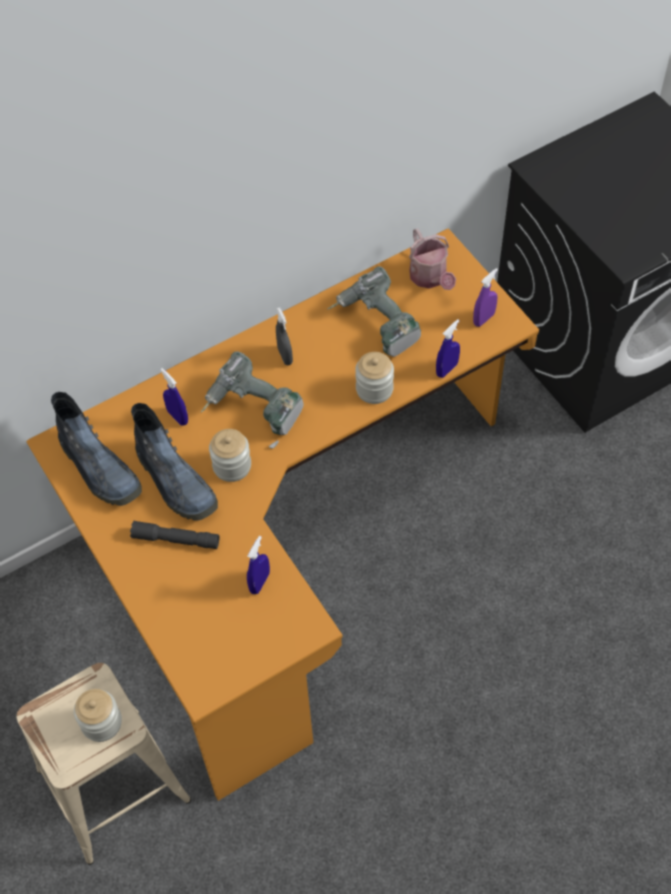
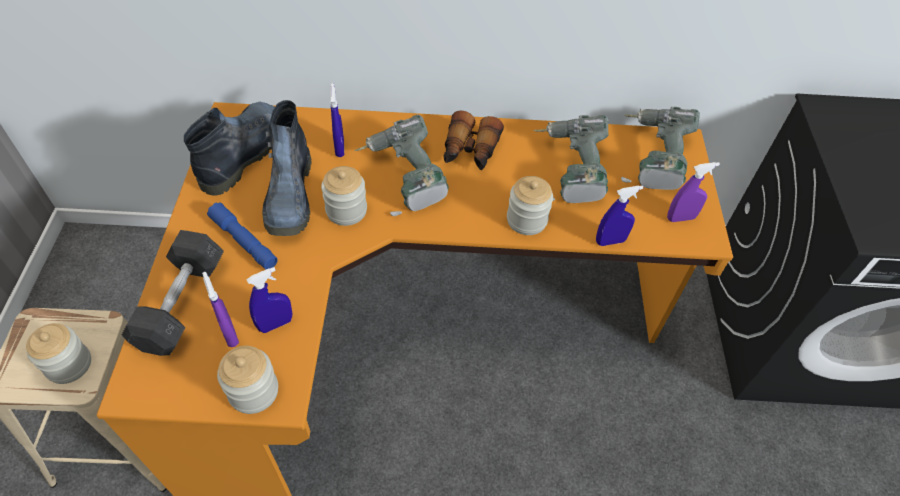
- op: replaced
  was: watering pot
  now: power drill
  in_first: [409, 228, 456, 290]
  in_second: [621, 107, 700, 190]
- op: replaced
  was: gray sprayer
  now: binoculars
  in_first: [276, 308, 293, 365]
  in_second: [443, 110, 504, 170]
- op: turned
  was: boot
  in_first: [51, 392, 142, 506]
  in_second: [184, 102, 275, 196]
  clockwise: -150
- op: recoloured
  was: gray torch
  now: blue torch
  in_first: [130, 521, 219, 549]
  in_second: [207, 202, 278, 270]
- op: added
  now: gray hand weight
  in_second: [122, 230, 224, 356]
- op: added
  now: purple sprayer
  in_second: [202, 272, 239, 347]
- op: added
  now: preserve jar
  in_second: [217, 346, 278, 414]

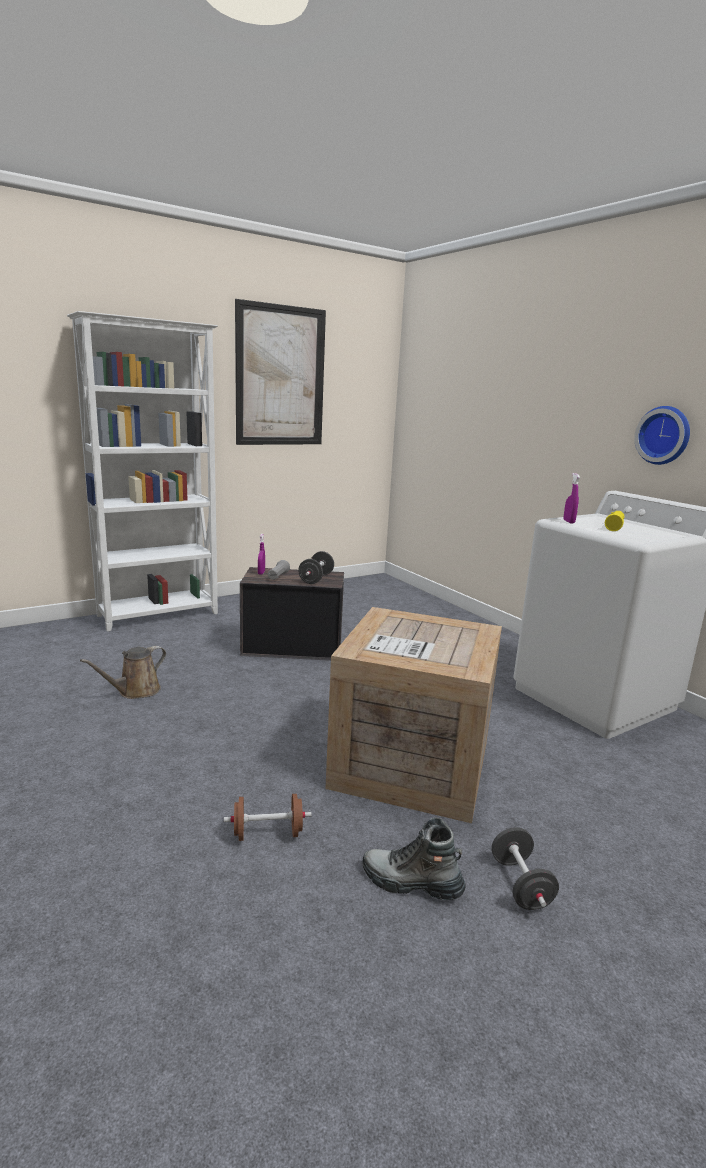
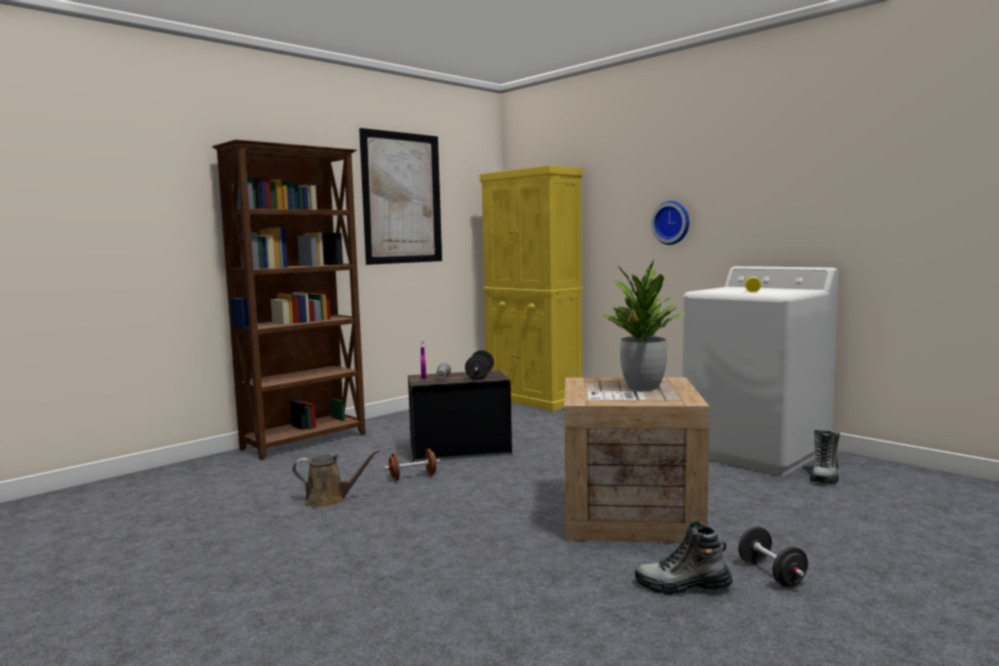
- op: recoloured
  was: white-coloured bookcase
  now: brown bookcase
  in_first: [67, 311, 218, 631]
  in_second: [212, 139, 366, 460]
- op: moved
  was: hanging clock
  in_first: [634, 406, 690, 465]
  in_second: [651, 201, 689, 245]
- op: removed
  was: purple sprayer
  in_first: [564, 473, 580, 523]
- op: turned
  was: brown watering pot
  in_first: [80, 646, 166, 699]
  in_second: [292, 449, 380, 507]
  clockwise: -120
- op: moved
  was: brown hand weight
  in_first: [224, 794, 312, 841]
  in_second: [384, 449, 440, 481]
- op: added
  now: yellowish cupboard
  in_second: [480, 165, 583, 411]
- op: added
  now: potted plant
  in_second: [601, 259, 686, 391]
- op: added
  now: boot
  in_second: [809, 430, 840, 484]

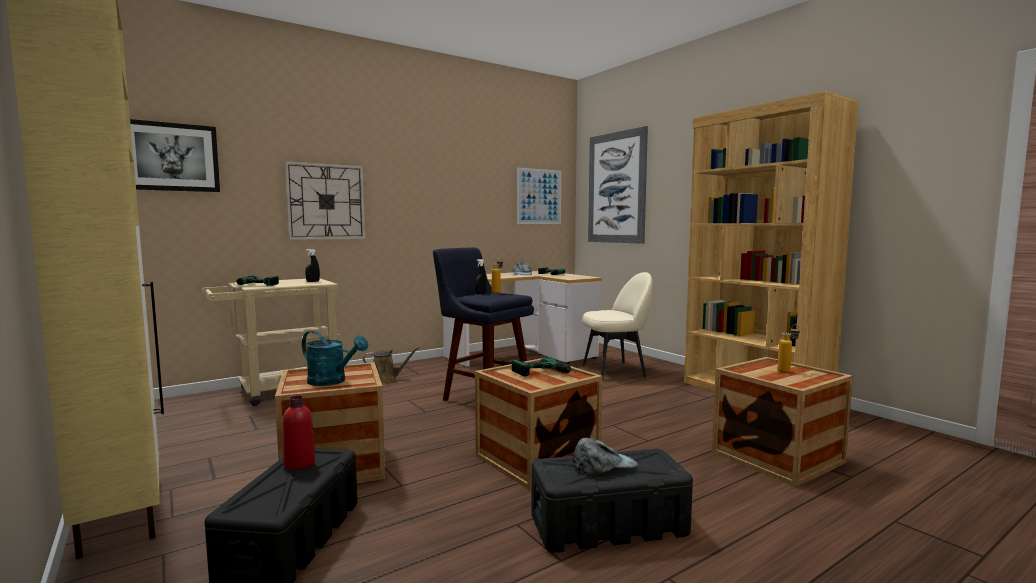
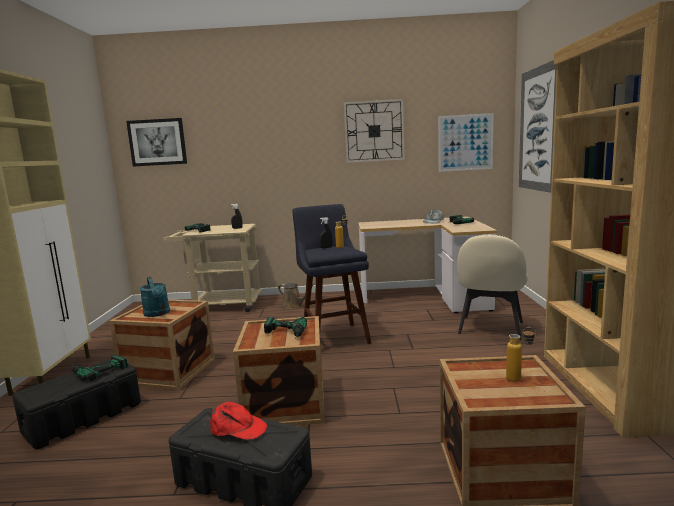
- op: moved
  was: hanging clock
  in_first: [285, 161, 365, 240]
  in_second: [344, 99, 405, 163]
- op: turned
  was: beige plain chair
  in_first: [582, 272, 653, 380]
  in_second: [457, 235, 528, 340]
  clockwise: 90
- op: replaced
  was: red-coloured bottle
  now: power drill
  in_first: [283, 396, 315, 470]
  in_second: [69, 355, 128, 381]
- op: recoloured
  was: gray baseball cap
  now: red-coloured baseball cap
  in_first: [572, 438, 638, 473]
  in_second: [210, 402, 267, 440]

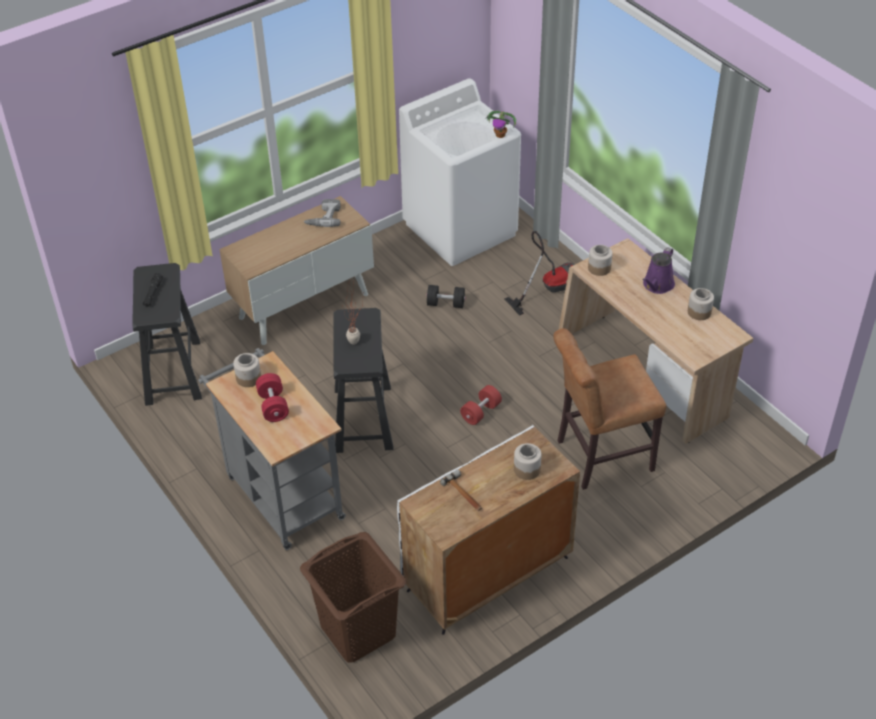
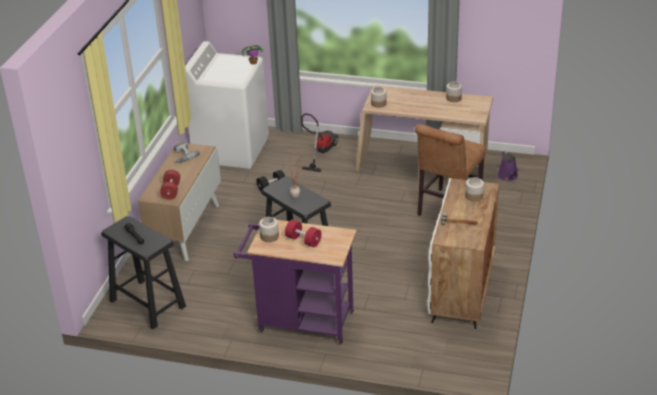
- op: moved
  was: purple watering pot
  in_first: [642, 247, 675, 294]
  in_second: [498, 151, 519, 181]
- op: recoloured
  was: gray cart
  now: purple cart
  in_first: [198, 348, 346, 550]
  in_second: [234, 220, 357, 344]
- op: moved
  was: red-coloured hand weight
  in_first: [460, 385, 502, 425]
  in_second: [160, 170, 180, 200]
- op: removed
  was: brown laundry basket
  in_first: [300, 532, 406, 662]

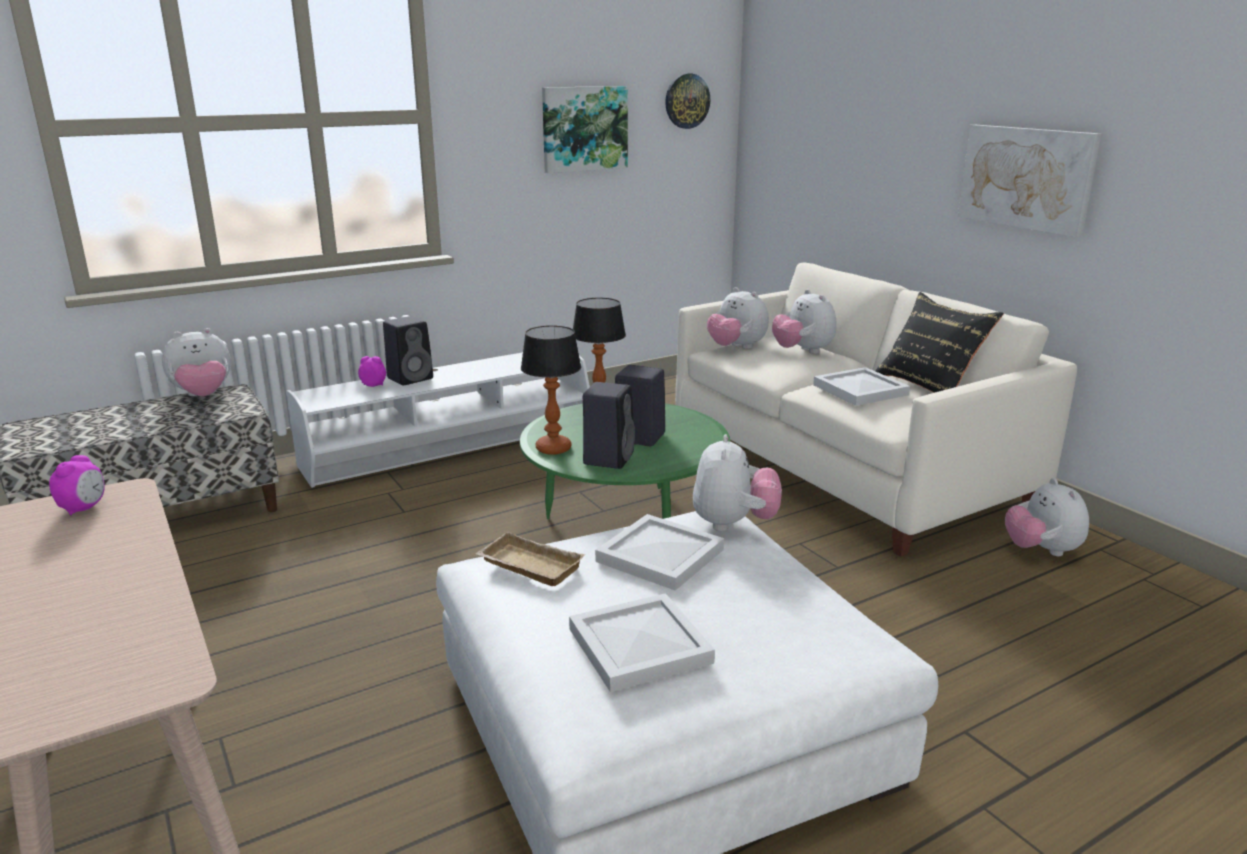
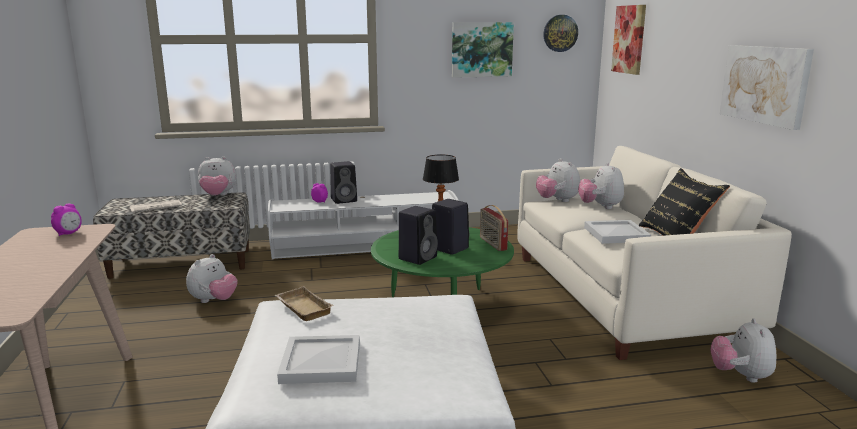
- op: removed
  was: lamp for a table
  in_first: [521, 326, 581, 455]
- op: moved
  was: cuddly toy
  in_first: [693, 434, 782, 531]
  in_second: [186, 254, 238, 303]
- op: removed
  was: white-coloured carrying tray
  in_first: [595, 514, 724, 591]
- op: added
  now: wall picture
  in_second: [611, 5, 646, 75]
- op: added
  now: printed paper
  in_second: [130, 199, 182, 213]
- op: added
  now: radio receiver
  in_second: [480, 205, 508, 251]

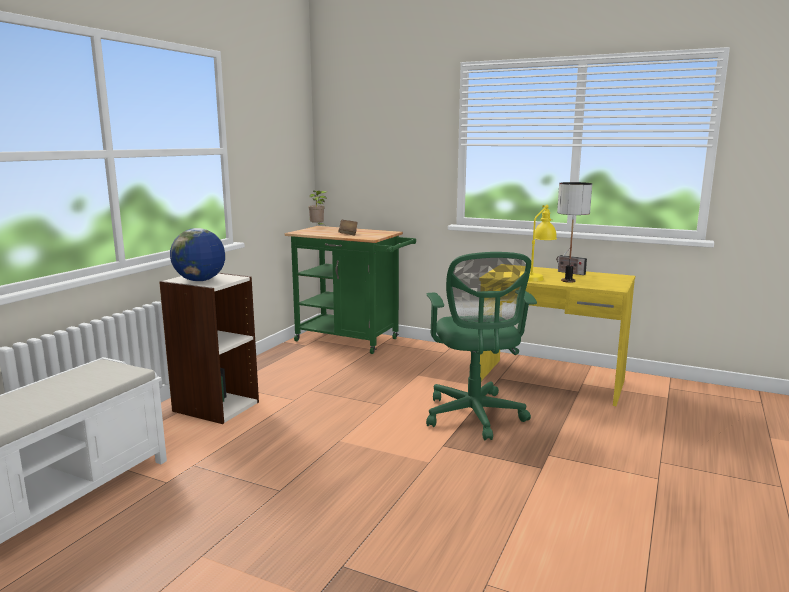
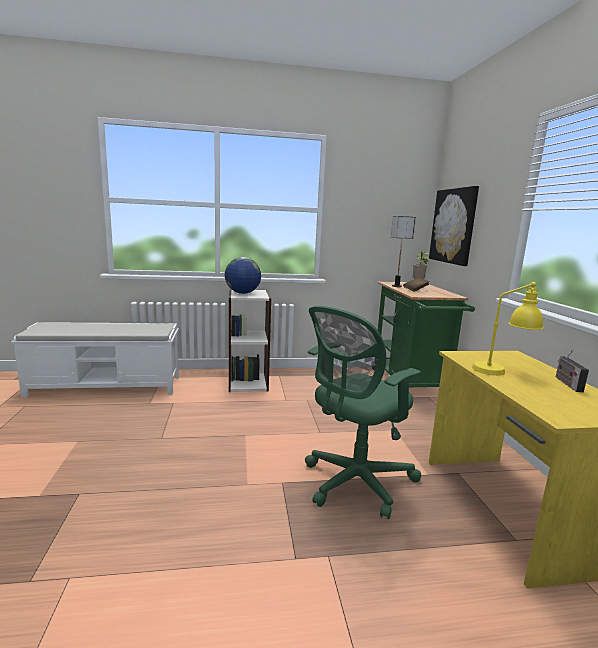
- op: moved
  was: lamp for a table
  in_first: [557, 182, 592, 283]
  in_second: [391, 216, 416, 287]
- op: added
  now: wall picture
  in_second: [429, 186, 479, 266]

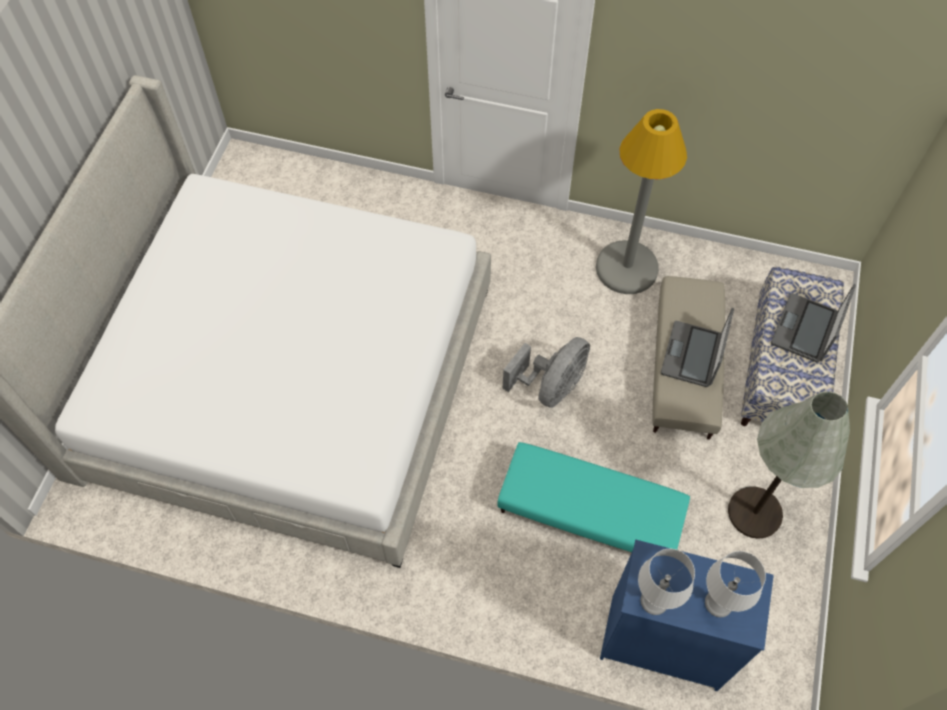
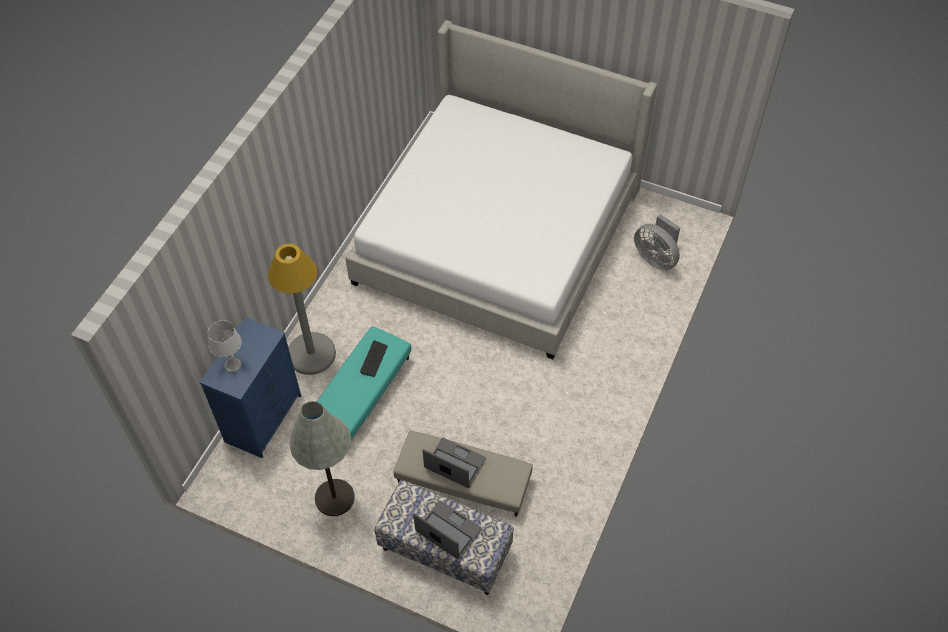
- op: moved
  was: gray standing lamp
  in_first: [596, 109, 687, 294]
  in_second: [268, 243, 336, 375]
- op: moved
  was: gray fan
  in_first: [503, 337, 590, 408]
  in_second: [634, 214, 680, 271]
- op: removed
  was: gray lamp for a table
  in_first: [638, 549, 695, 615]
- op: added
  now: computer keyboard
  in_second: [360, 340, 388, 377]

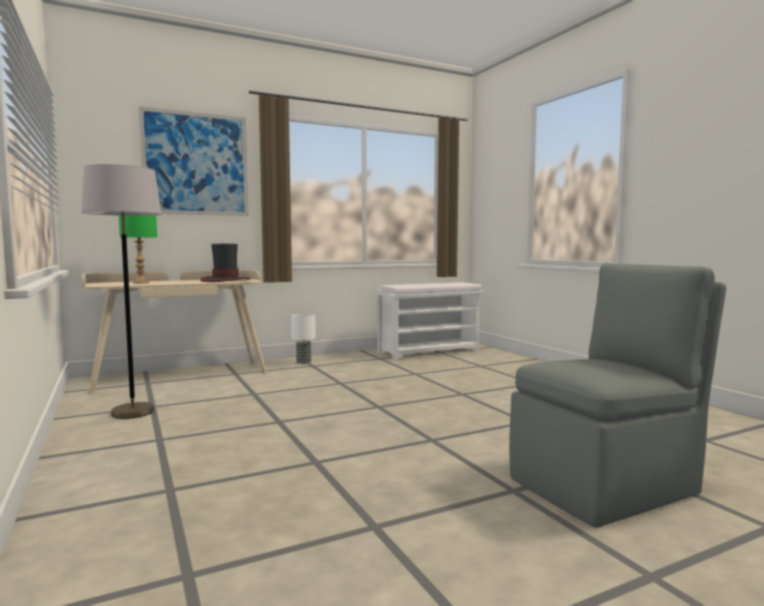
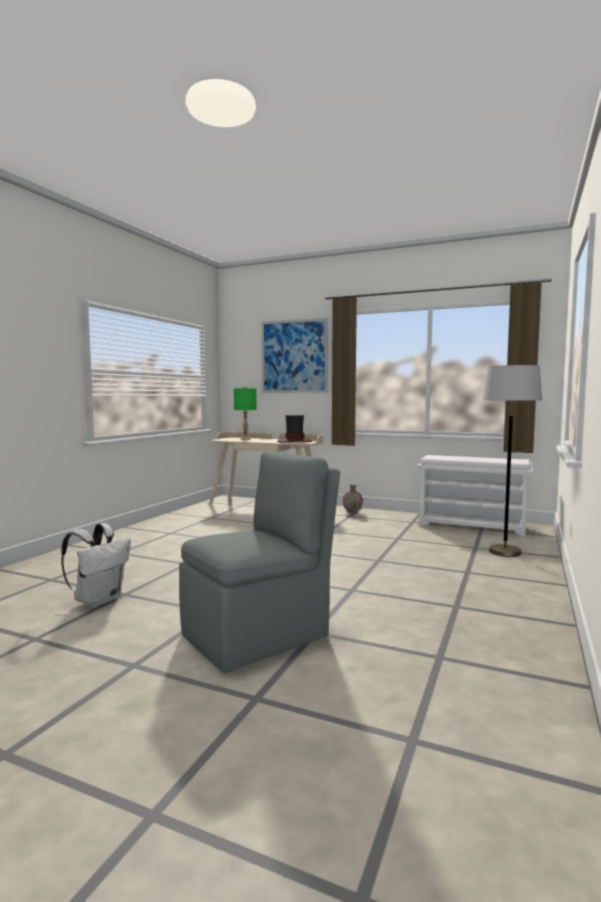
- op: moved
  was: gray standing lamp
  in_first: [81, 164, 162, 419]
  in_second: [483, 365, 542, 557]
- op: turned
  was: gray plain chair
  in_first: [509, 263, 726, 528]
  in_second: [179, 450, 340, 673]
  clockwise: -60
- op: replaced
  was: lamp for a table
  now: brown vase
  in_first: [291, 314, 316, 364]
  in_second: [343, 484, 363, 514]
- op: added
  now: white-coloured knapsack
  in_second: [61, 523, 131, 607]

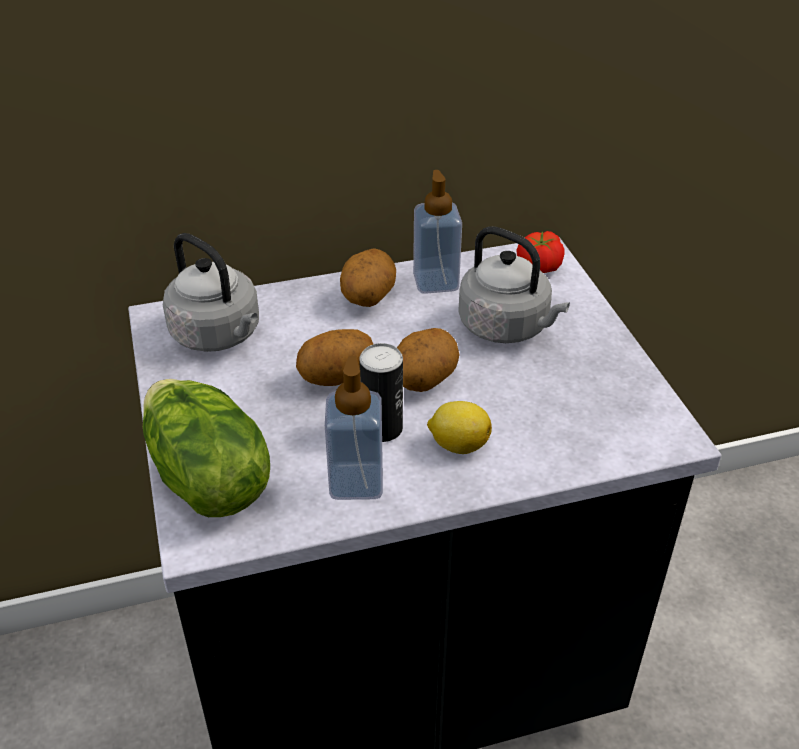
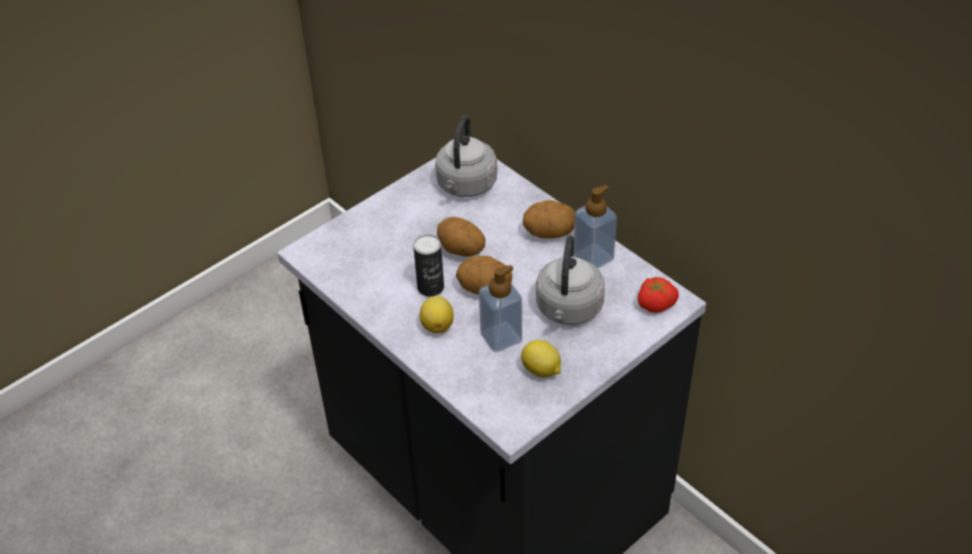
- op: moved
  was: soap bottle
  in_first: [325, 356, 383, 500]
  in_second: [479, 265, 522, 352]
- op: removed
  was: lettuce
  in_first: [143, 379, 270, 517]
- op: added
  now: citrus fruit
  in_second: [521, 340, 561, 378]

